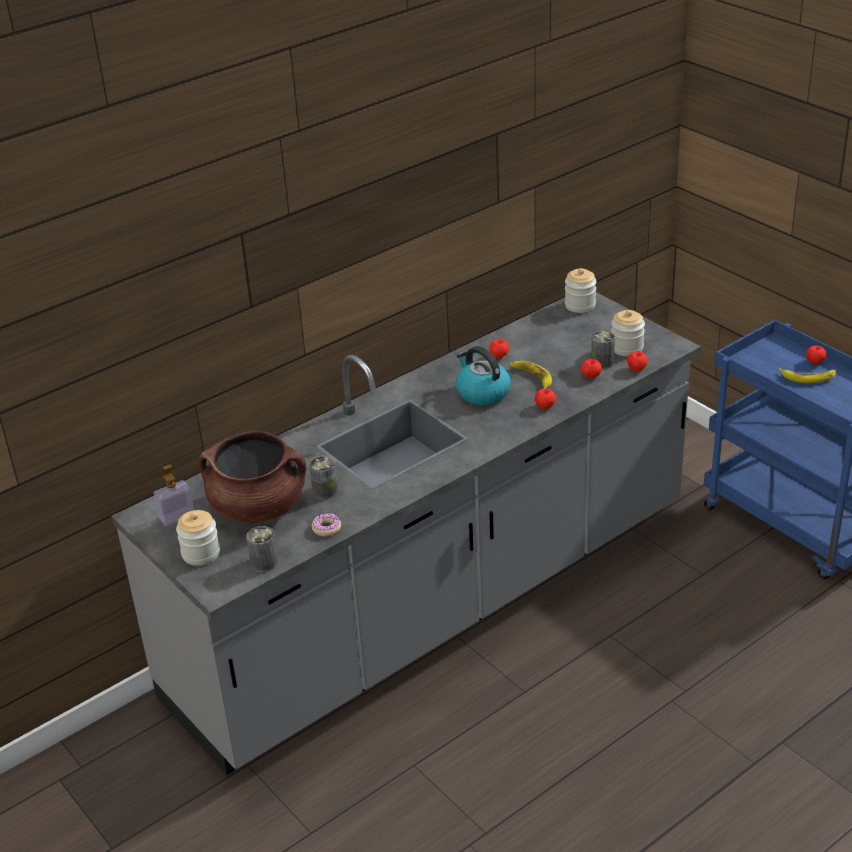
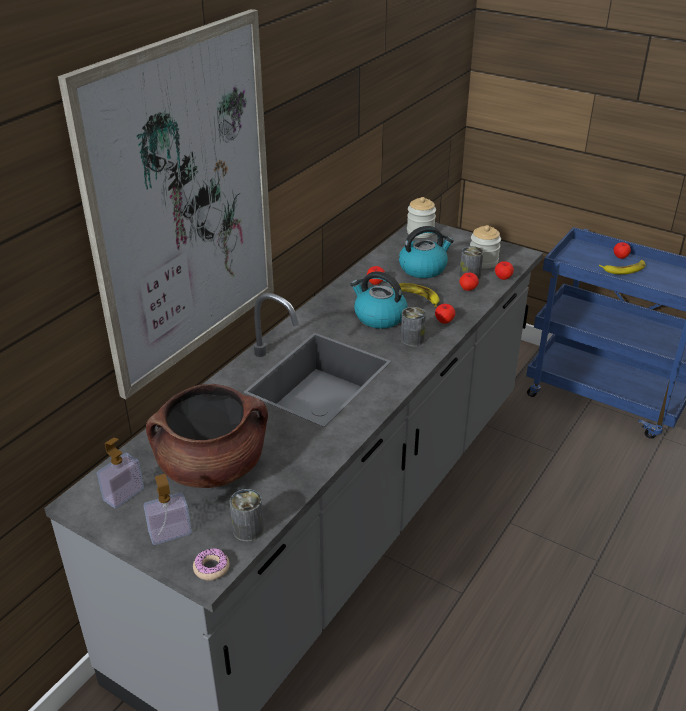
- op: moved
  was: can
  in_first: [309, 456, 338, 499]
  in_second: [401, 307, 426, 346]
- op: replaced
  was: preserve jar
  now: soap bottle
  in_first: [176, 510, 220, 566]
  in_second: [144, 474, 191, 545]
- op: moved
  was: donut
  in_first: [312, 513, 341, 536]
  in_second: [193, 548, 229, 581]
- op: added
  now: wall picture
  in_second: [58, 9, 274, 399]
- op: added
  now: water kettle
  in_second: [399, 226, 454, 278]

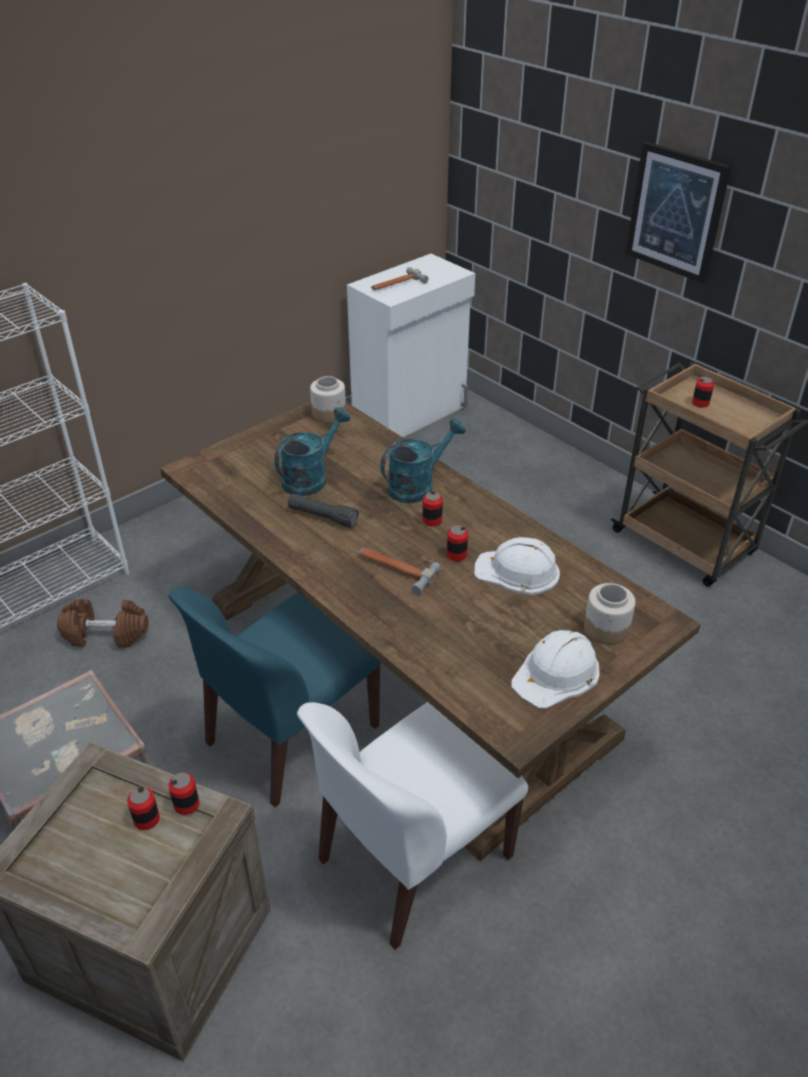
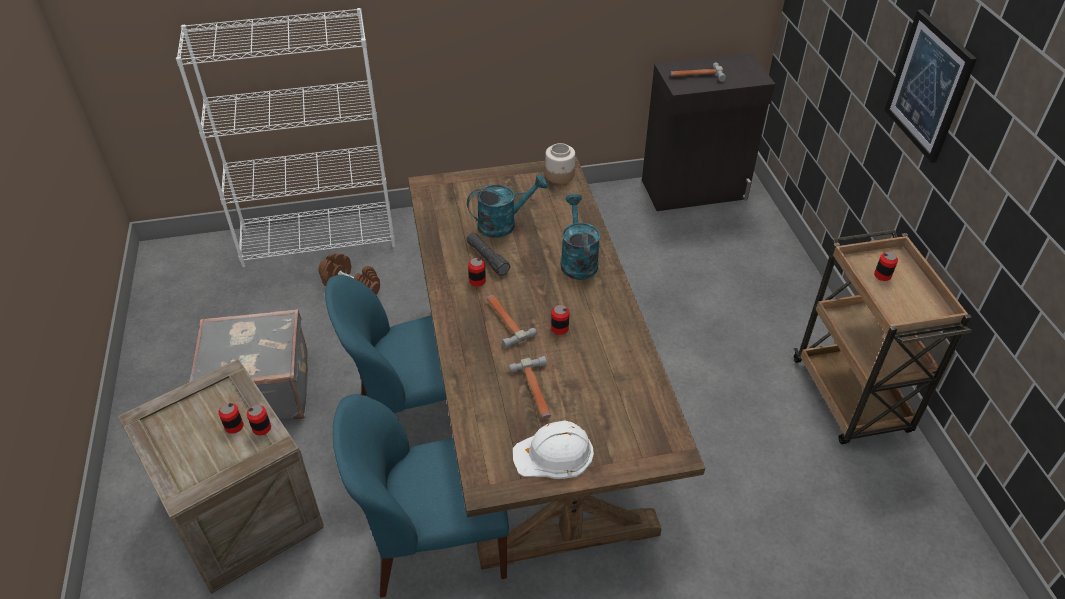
- op: recoloured
  was: white-coloured cupboard
  now: black-coloured cupboard
  in_first: [347, 254, 475, 437]
  in_second: [642, 53, 775, 211]
- op: turned
  was: turquoise-coloured watering pot
  in_first: [380, 418, 466, 503]
  in_second: [561, 194, 600, 280]
  clockwise: -90
- op: moved
  was: can
  in_first: [423, 492, 443, 527]
  in_second: [468, 258, 486, 287]
- op: removed
  was: white-coloured hard hat
  in_first: [474, 537, 560, 595]
- op: removed
  was: preserve jar
  in_first: [584, 583, 635, 645]
- op: recoloured
  was: white-coloured plain chair
  now: blue plain chair
  in_first: [297, 702, 528, 950]
  in_second: [333, 394, 509, 598]
- op: added
  now: tool hammer
  in_second: [509, 356, 551, 419]

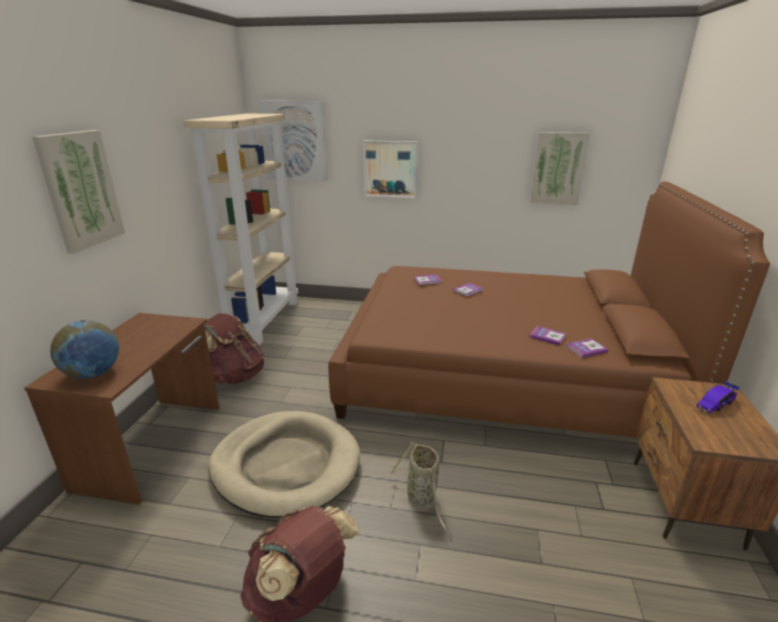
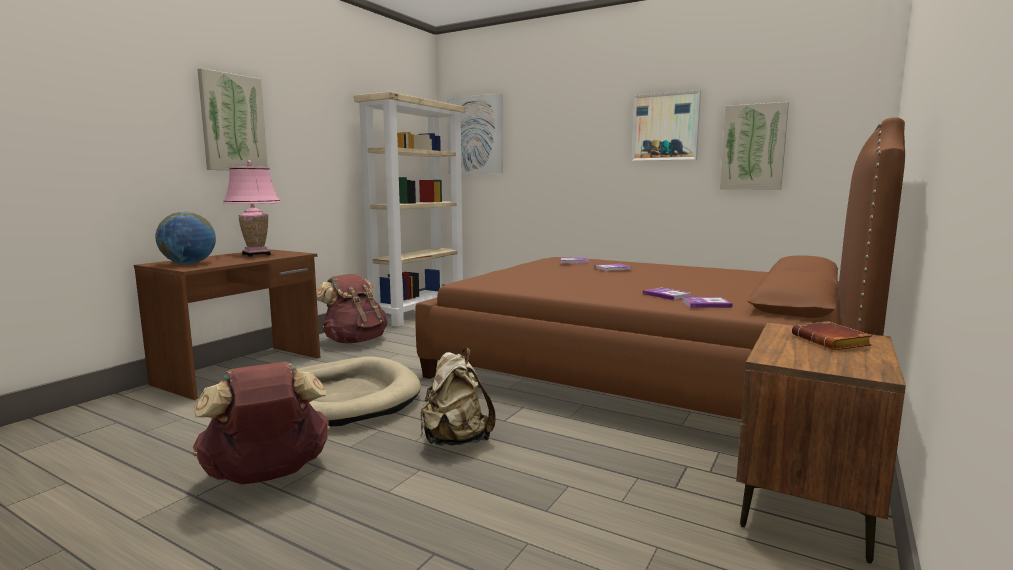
- op: moved
  was: wall picture
  in_first: [363, 140, 418, 198]
  in_second: [632, 90, 701, 161]
- op: replaced
  was: toy car
  now: brown bound book
  in_first: [696, 382, 740, 413]
  in_second: [792, 321, 872, 350]
- op: replaced
  was: basket
  now: beige knapsack
  in_first: [390, 442, 450, 531]
  in_second: [421, 348, 496, 446]
- op: added
  now: pink lamp for a table
  in_second: [223, 160, 281, 257]

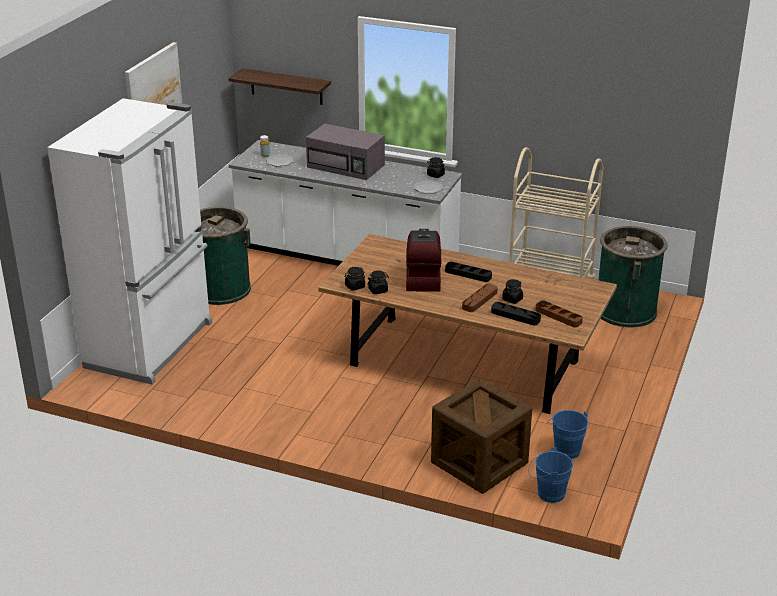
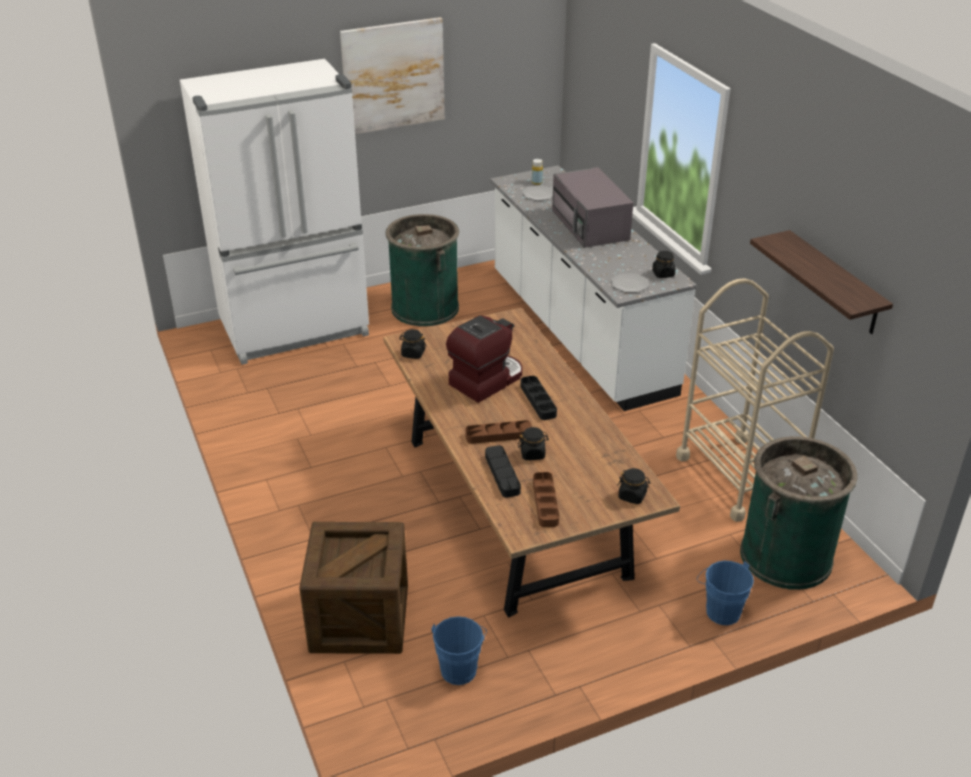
- op: moved
  was: wall shelf
  in_first: [228, 68, 331, 105]
  in_second: [750, 230, 893, 334]
- op: moved
  was: black-coloured preserve jar
  in_first: [367, 270, 389, 294]
  in_second: [618, 468, 650, 504]
- op: moved
  was: blue bucket
  in_first: [528, 447, 573, 503]
  in_second: [697, 561, 754, 625]

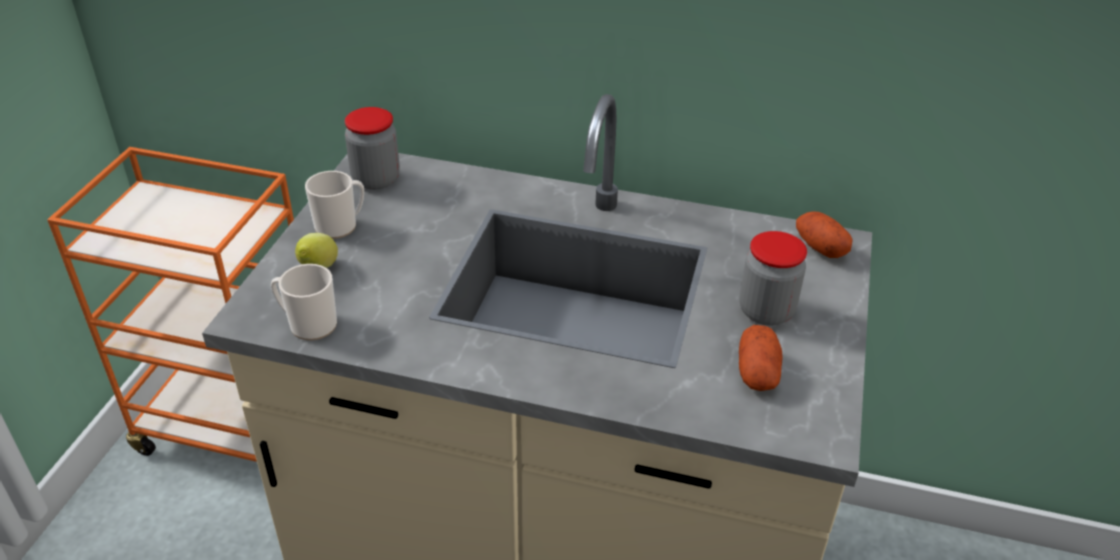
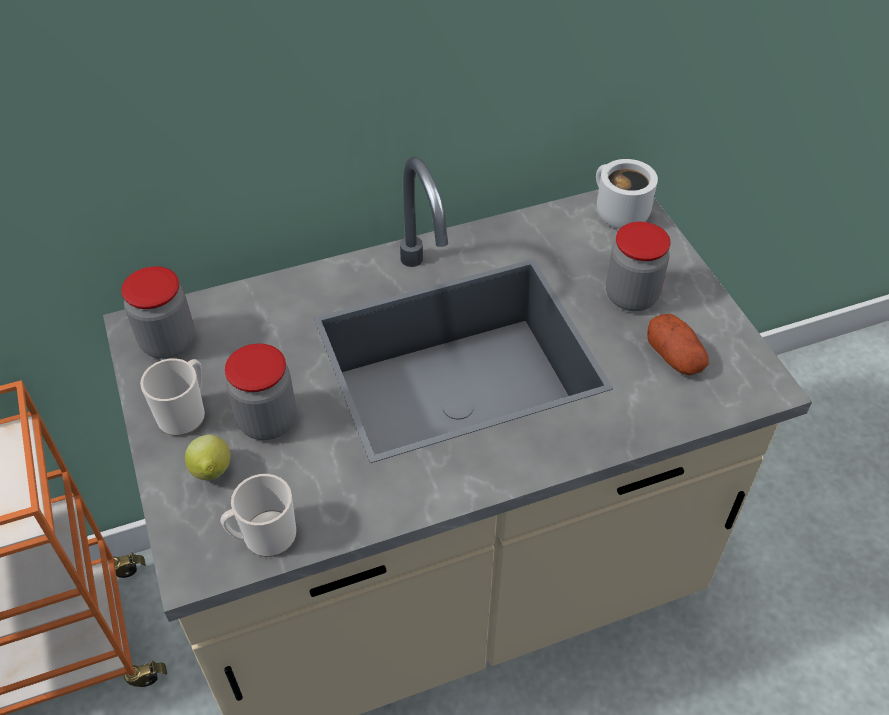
- op: replaced
  was: potato
  now: white-coloured coffee mug
  in_first: [796, 211, 853, 258]
  in_second: [596, 159, 658, 229]
- op: added
  now: preserve jar
  in_second: [225, 343, 296, 440]

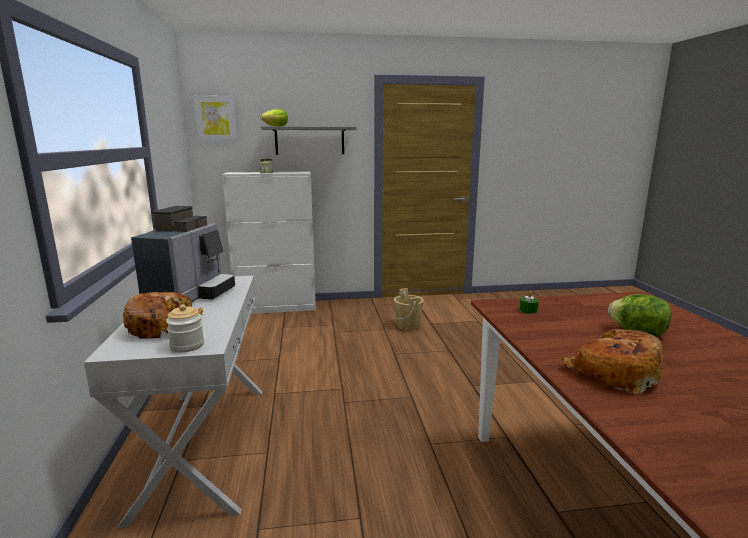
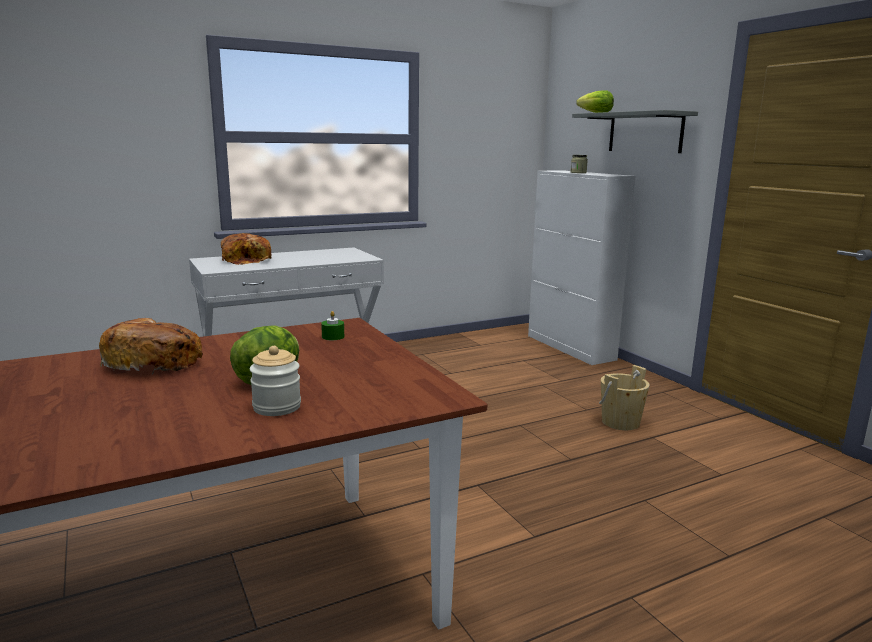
- op: removed
  was: wall picture
  in_first: [194, 95, 237, 141]
- op: removed
  was: coffee machine
  in_first: [131, 206, 235, 302]
- op: moved
  was: preserve jar
  in_first: [166, 304, 204, 353]
  in_second: [250, 346, 301, 416]

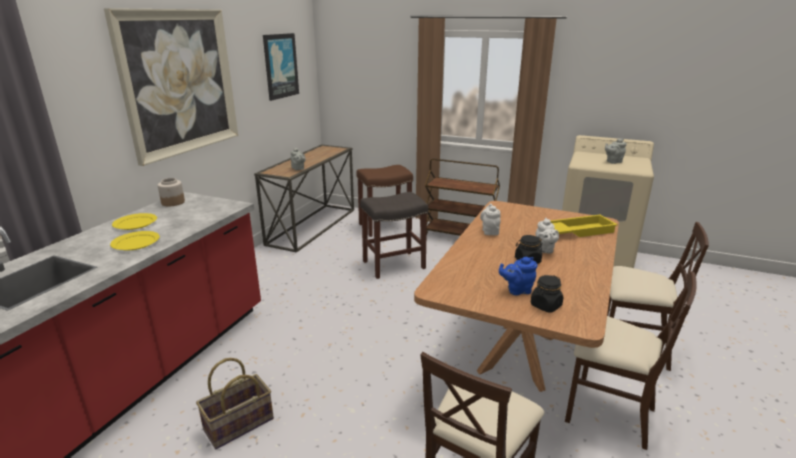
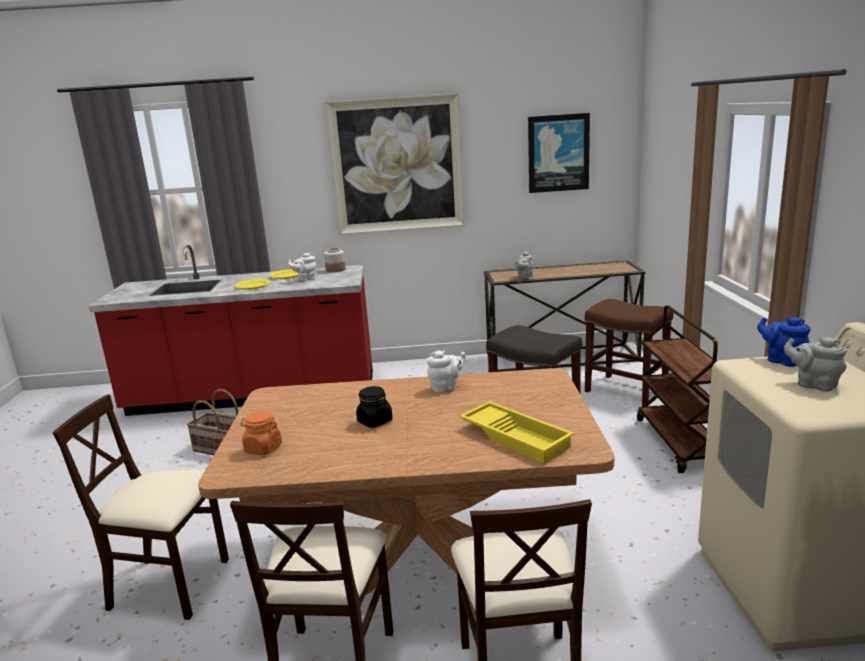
- op: moved
  was: white-coloured pot for tea
  in_first: [536, 218, 559, 254]
  in_second: [288, 252, 317, 281]
- op: moved
  was: blue pot for tea
  in_first: [499, 257, 537, 295]
  in_second: [757, 317, 810, 367]
- op: recoloured
  was: black-coloured preserve jar
  now: orangey preserve jar
  in_first: [531, 275, 563, 312]
  in_second: [241, 411, 282, 455]

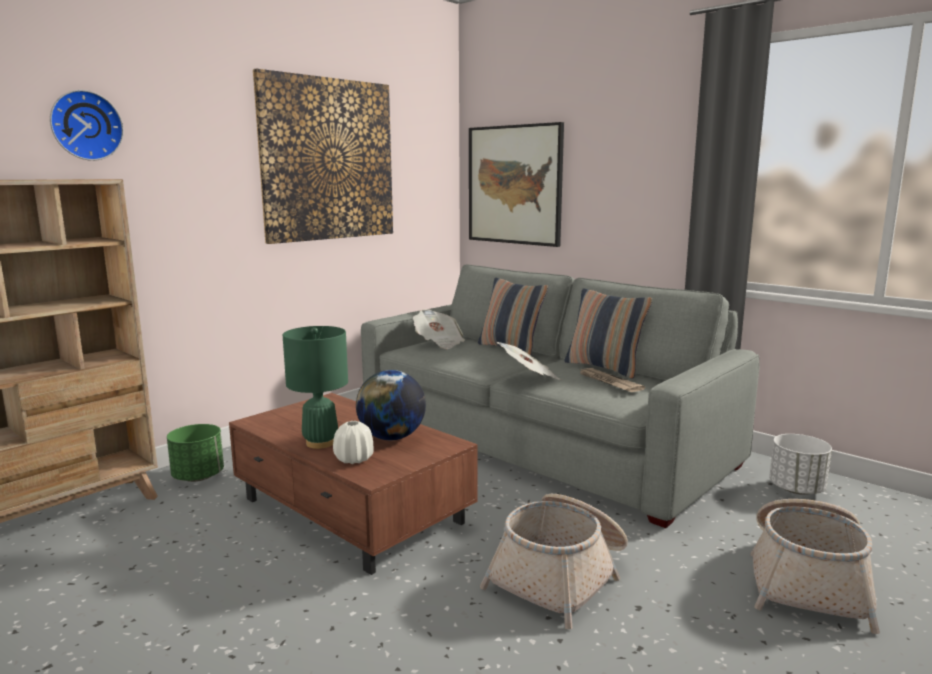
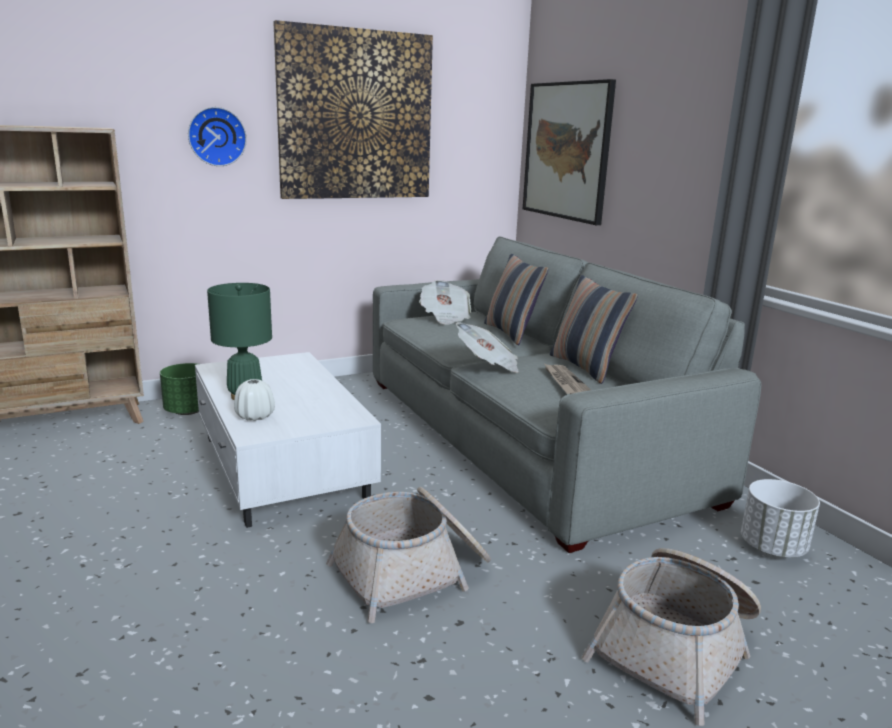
- op: moved
  was: hanging clock
  in_first: [50, 90, 124, 161]
  in_second: [188, 107, 247, 166]
- op: removed
  was: desk globe
  in_first: [356, 370, 426, 440]
- op: recoloured
  was: brown lounge table
  now: white-coloured lounge table
  in_first: [229, 393, 478, 575]
  in_second: [195, 352, 381, 528]

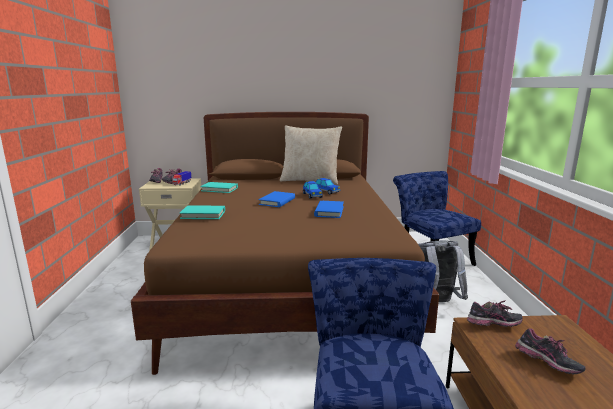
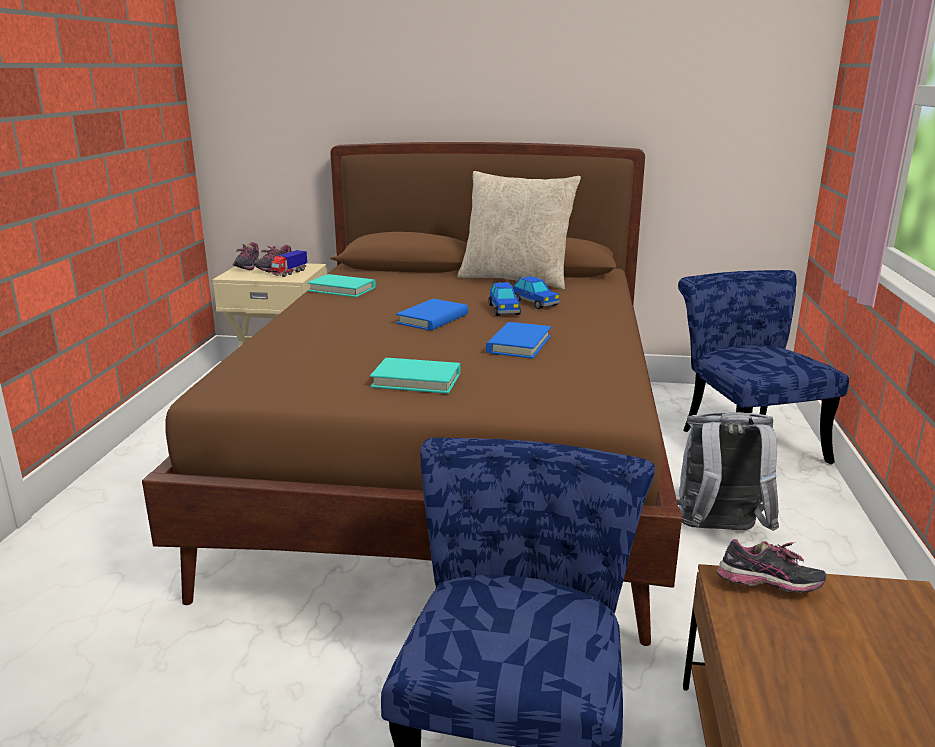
- op: moved
  was: turquoise-coloured bound book
  in_first: [179, 205, 225, 219]
  in_second: [370, 358, 460, 394]
- op: removed
  was: item of footwear
  in_first: [515, 328, 586, 374]

